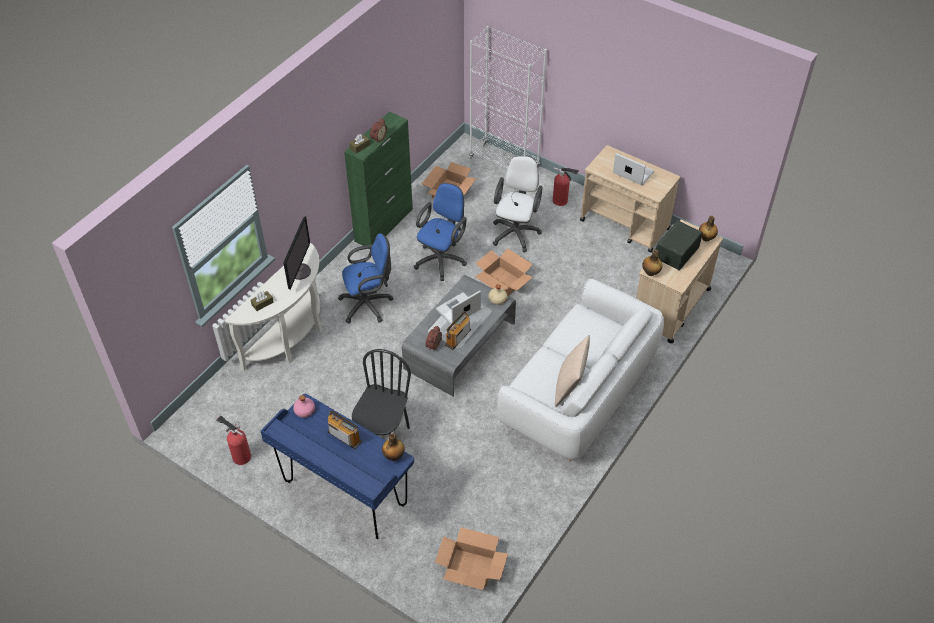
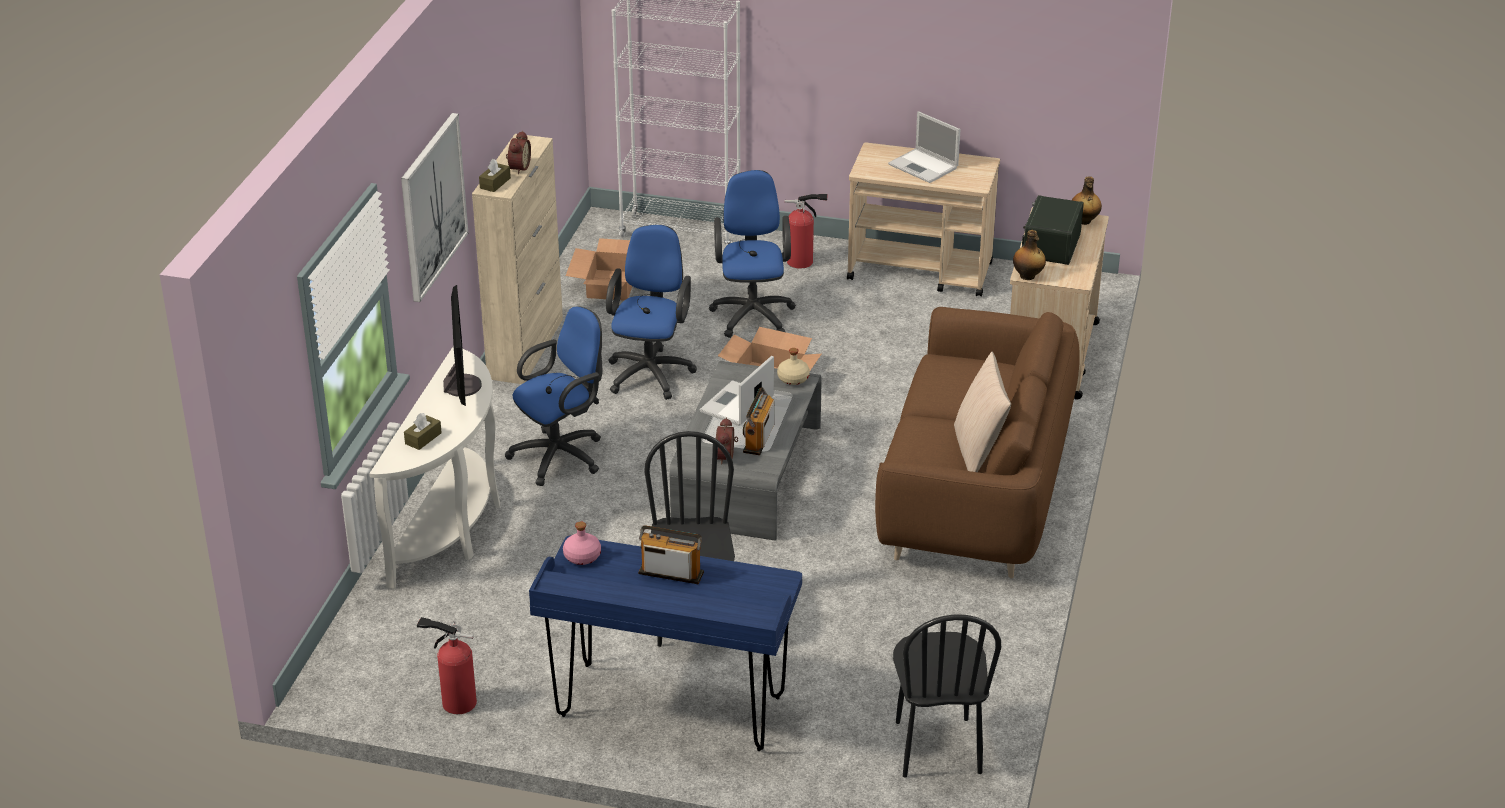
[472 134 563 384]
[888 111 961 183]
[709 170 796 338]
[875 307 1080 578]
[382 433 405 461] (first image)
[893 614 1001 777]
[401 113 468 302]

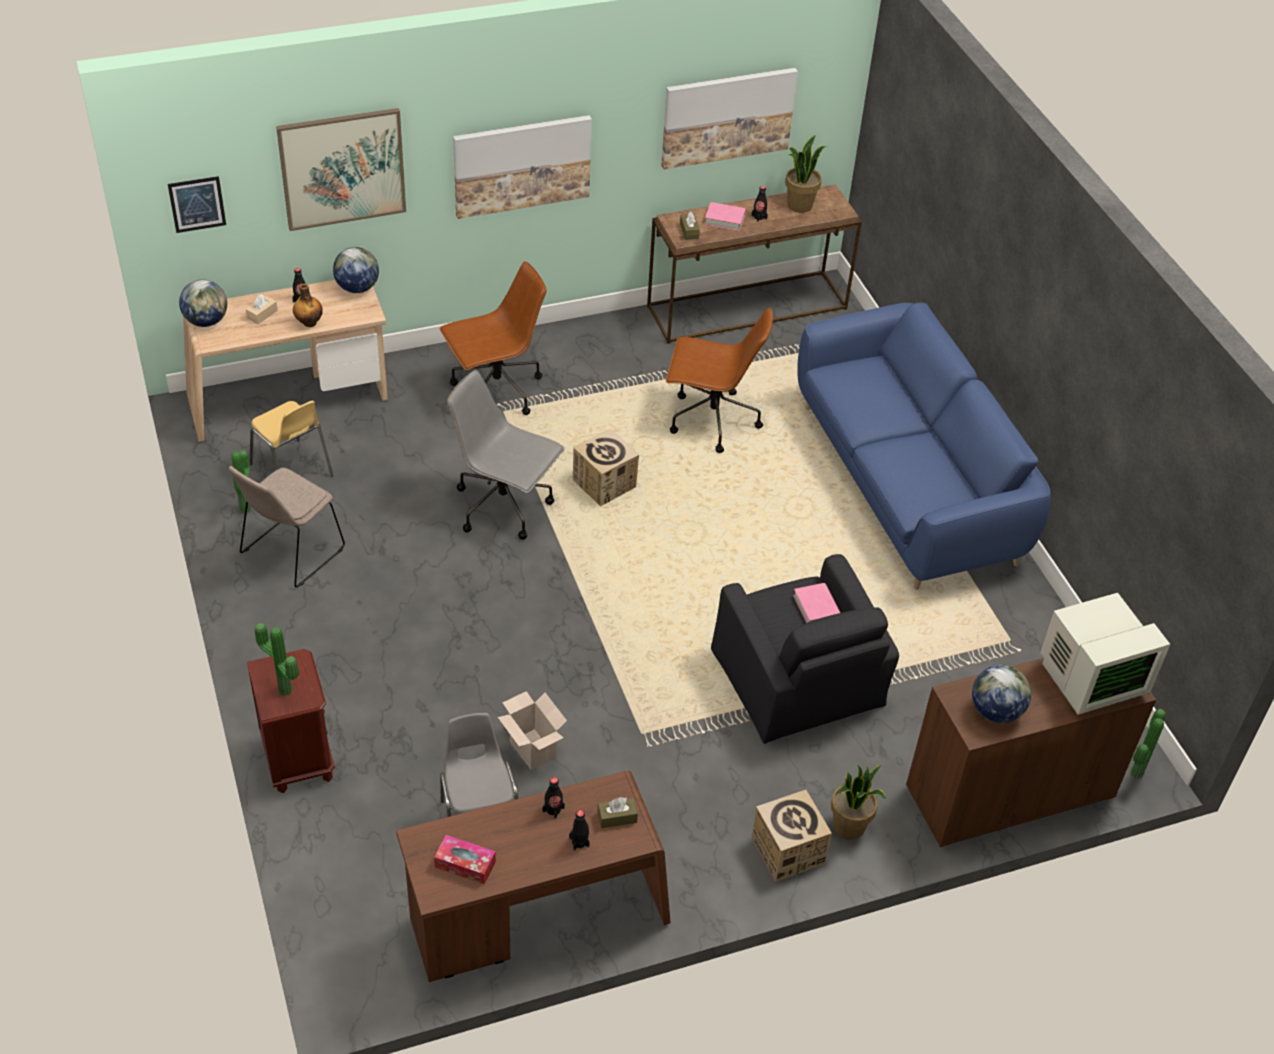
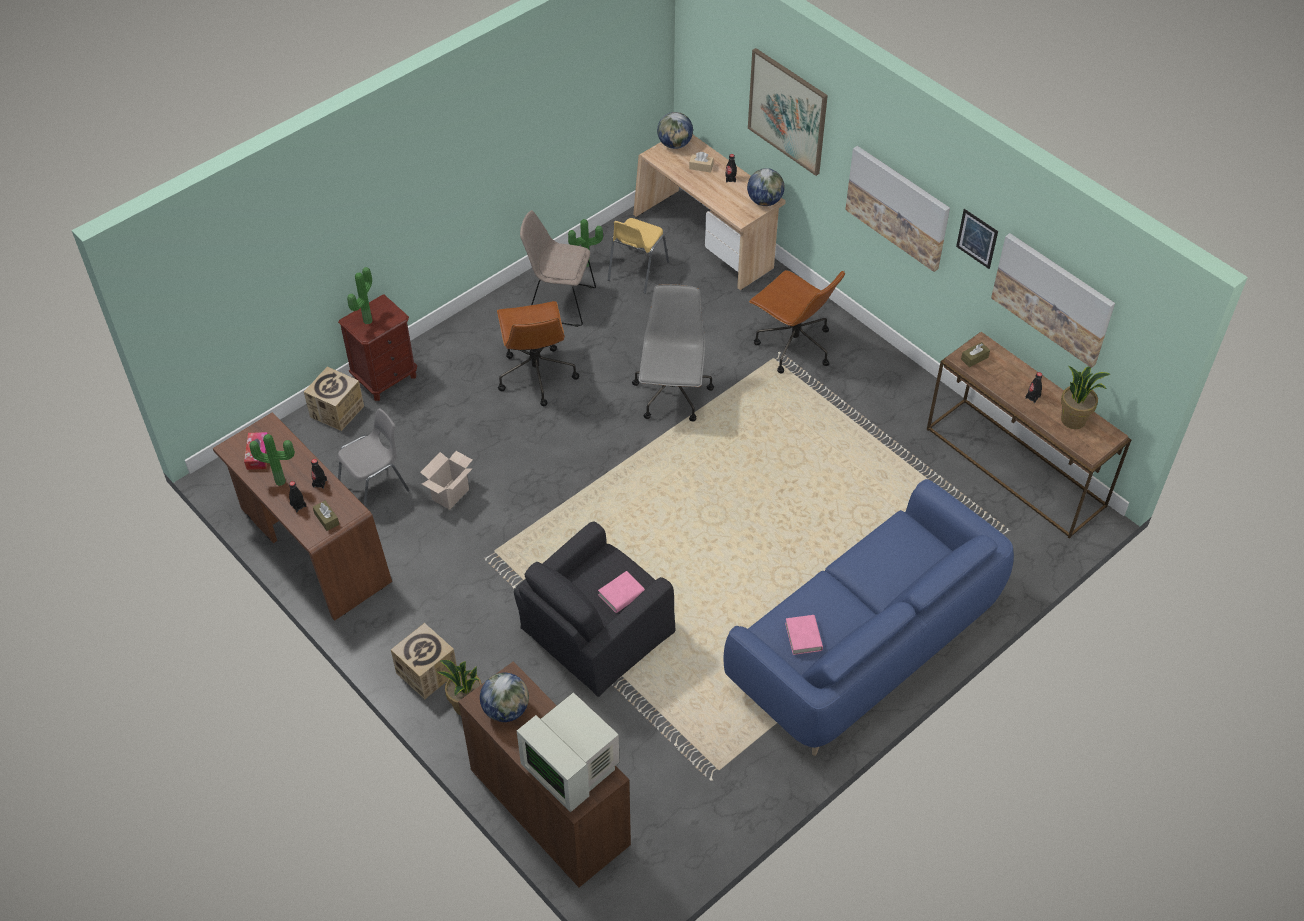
[956 209 998 269]
[785 615 823 655]
[293 284 323 327] (first image)
[497 301 579 407]
[304 367 364 431]
[249 434 295 486]

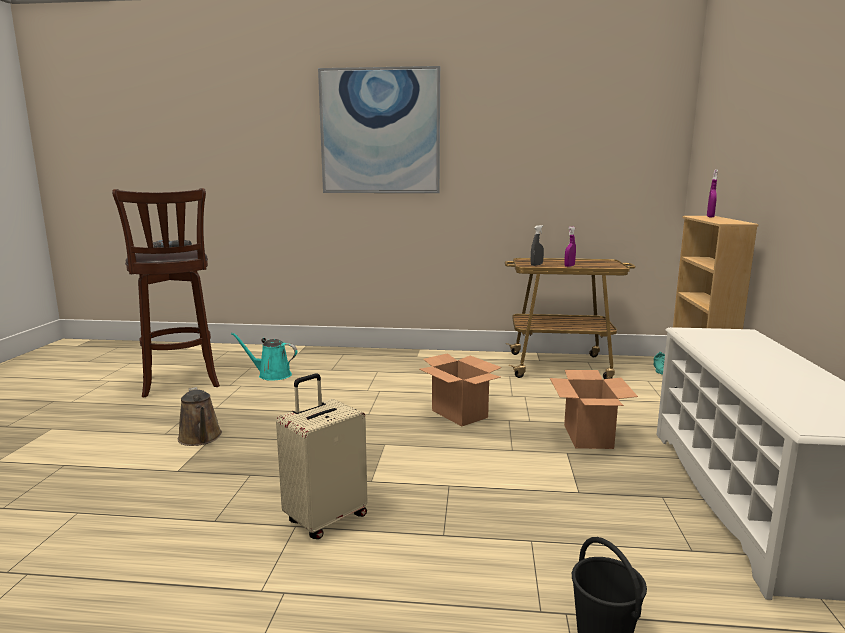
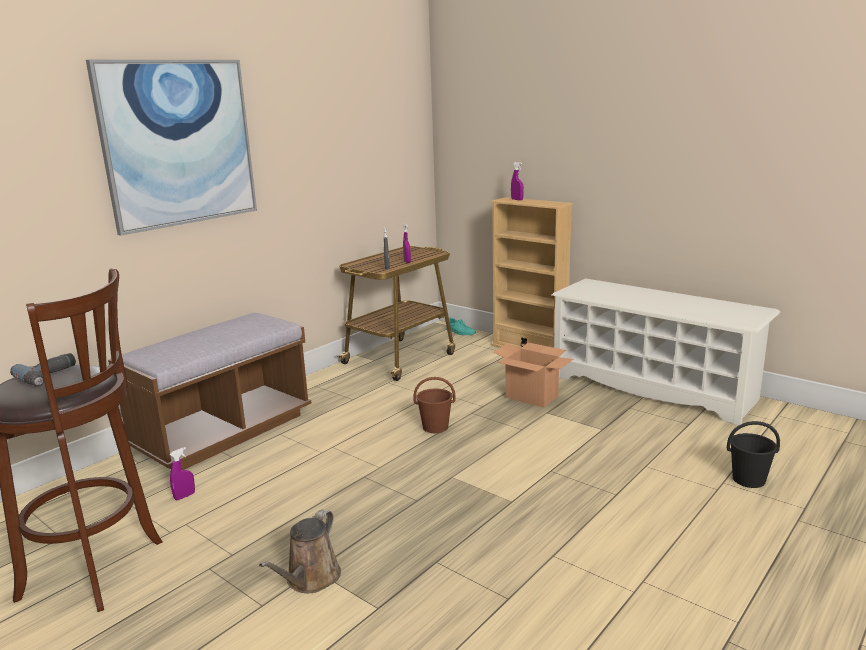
[170 447 195 500]
[413 377 456 433]
[276 373 368 539] (first image)
[259 510 341 593]
[108 313 311 470]

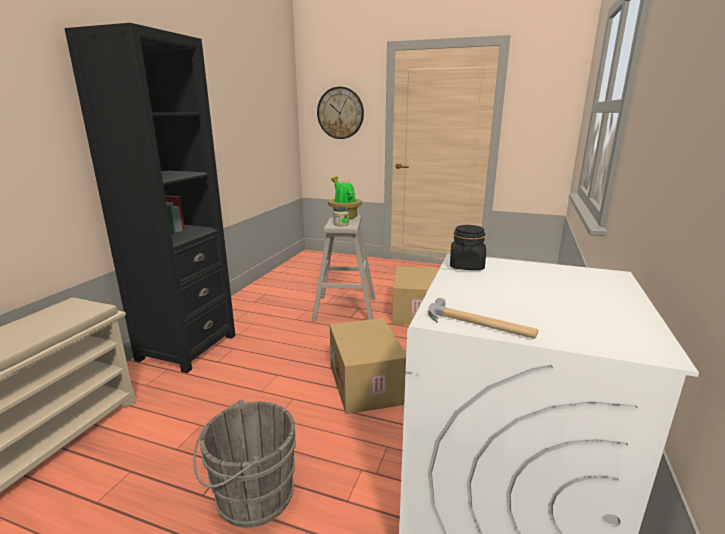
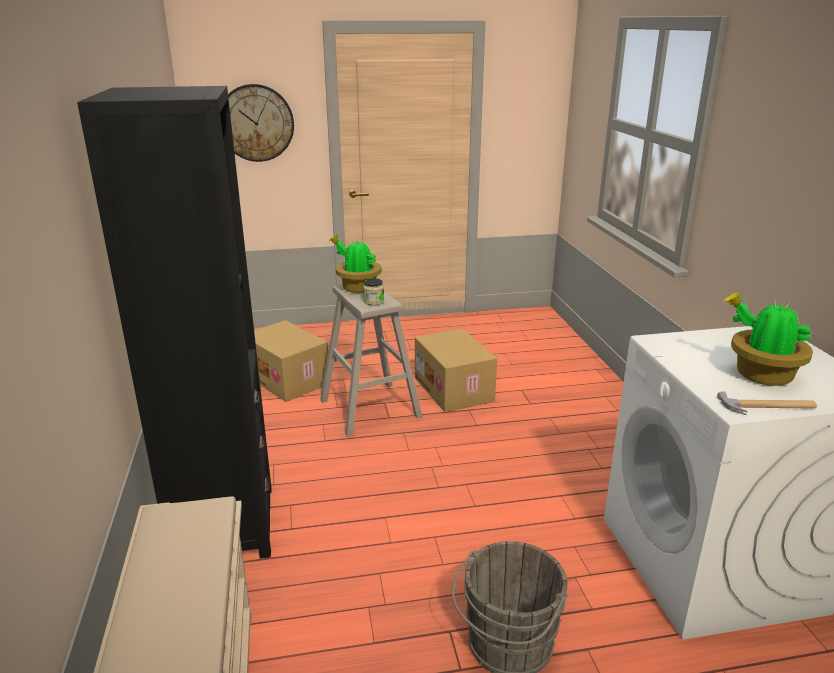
[450 225 486 270] (first image)
[254 320 328 402]
[724 292 815 386]

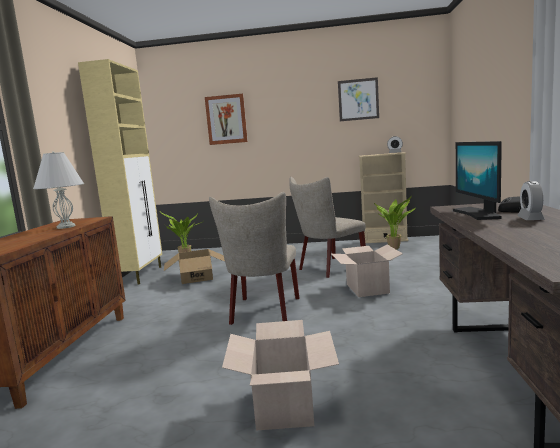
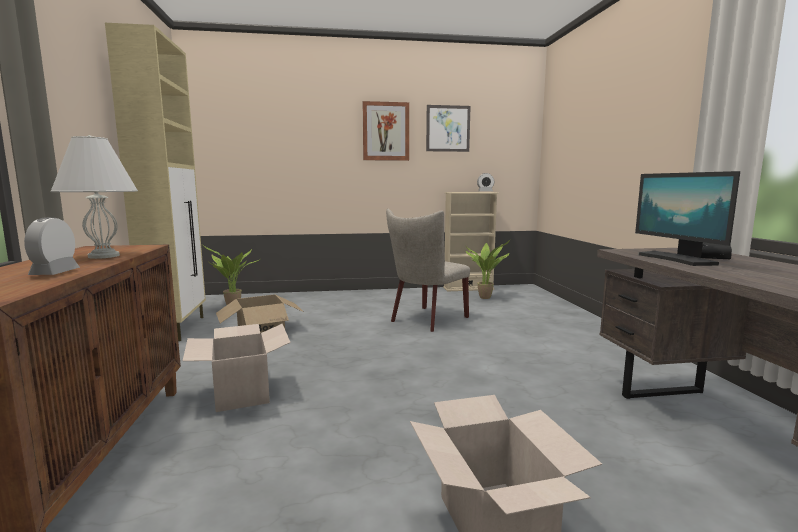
[363 101 409 161]
[24 217 80 275]
[209 192 299 325] (first image)
[183 324 291 412]

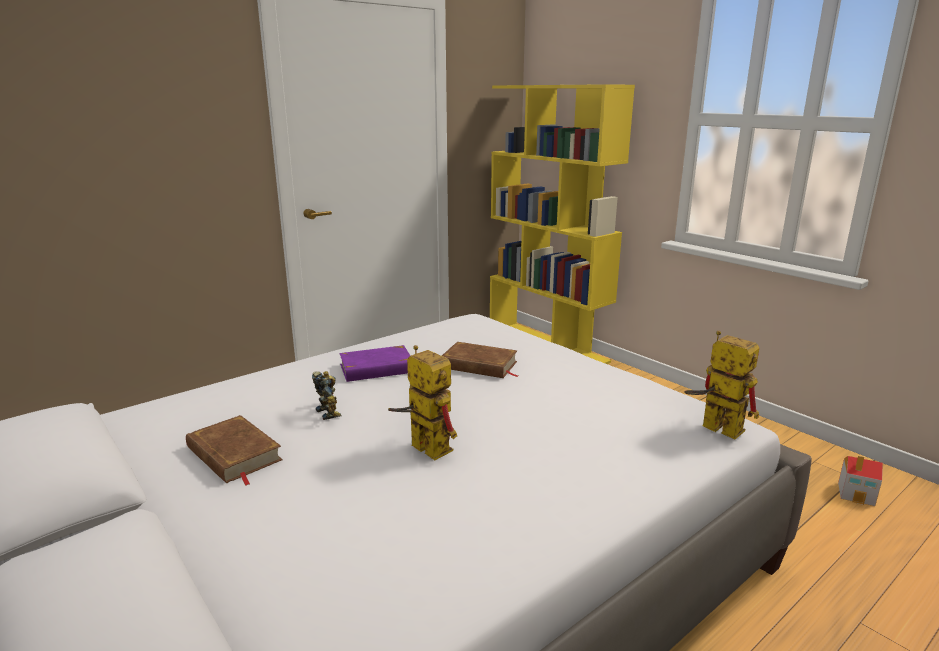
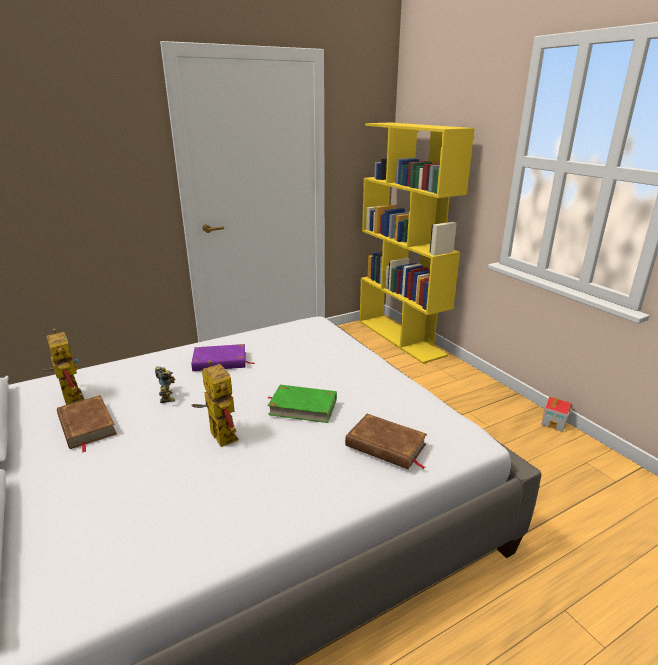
[42 329 84 405]
[345 414 427 470]
[541 397 572 432]
[268 385 337 423]

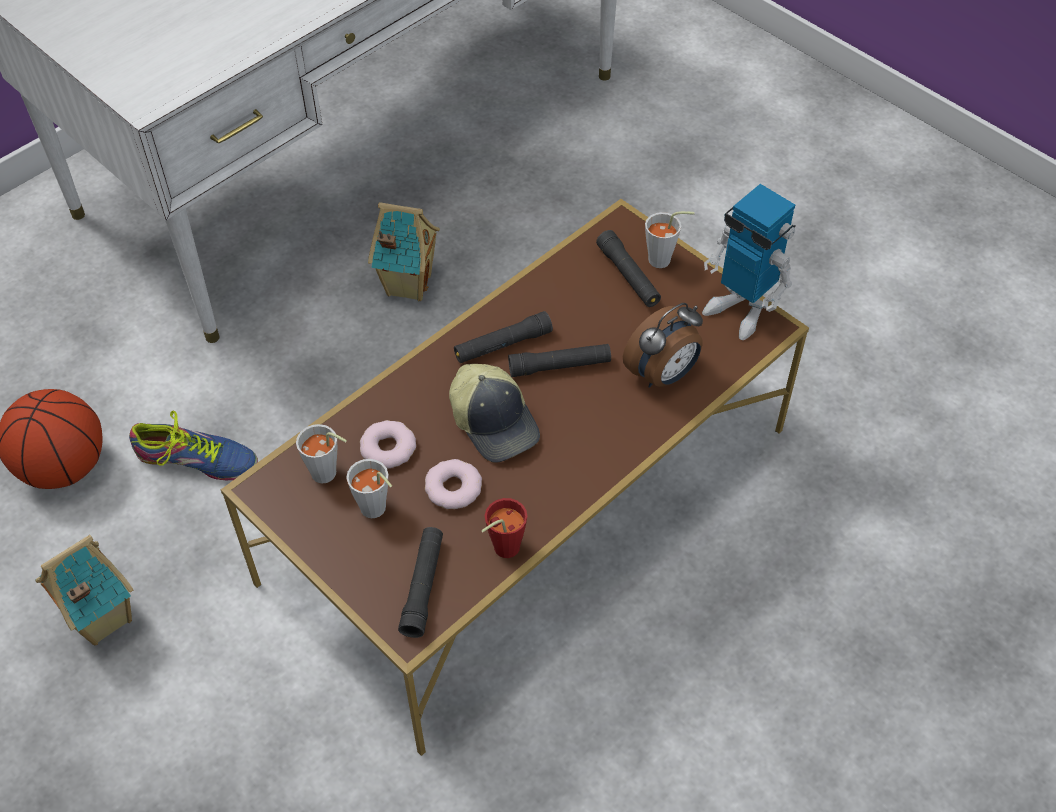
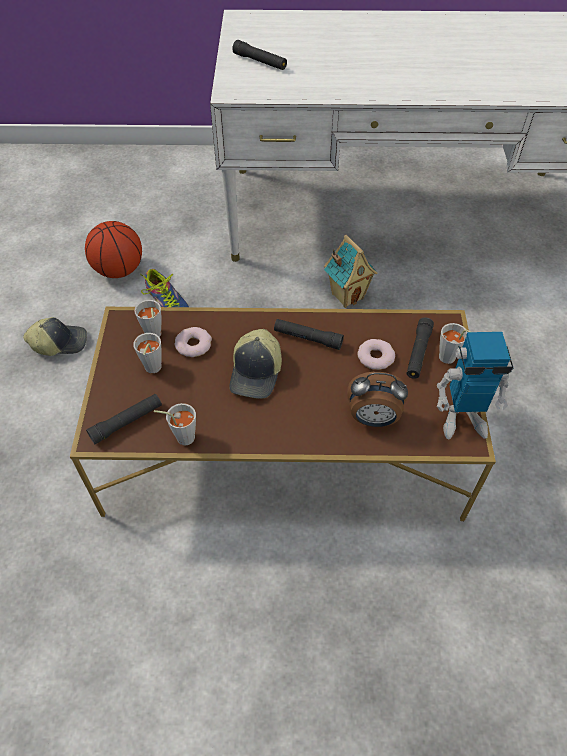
[437 332 513 439]
[232 40 287 70]
[357 339 395 370]
[154 403 196 446]
[23 317 87 356]

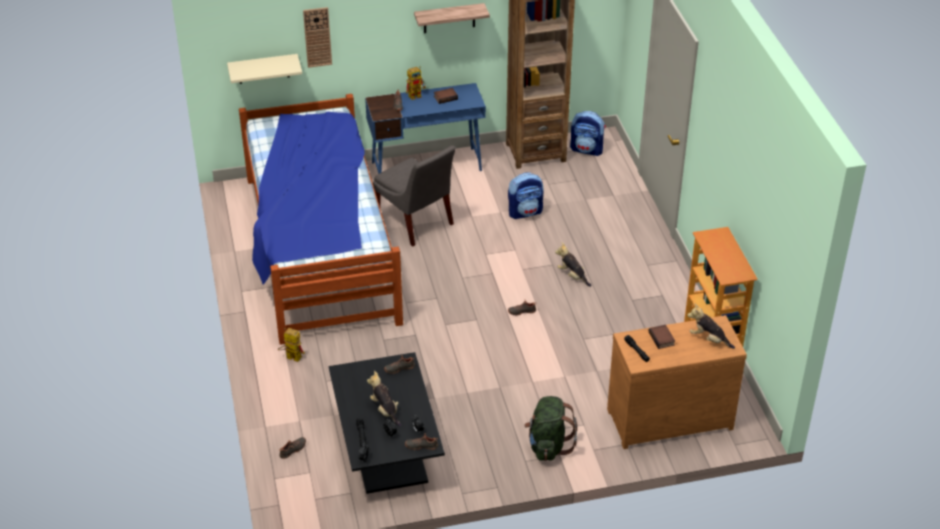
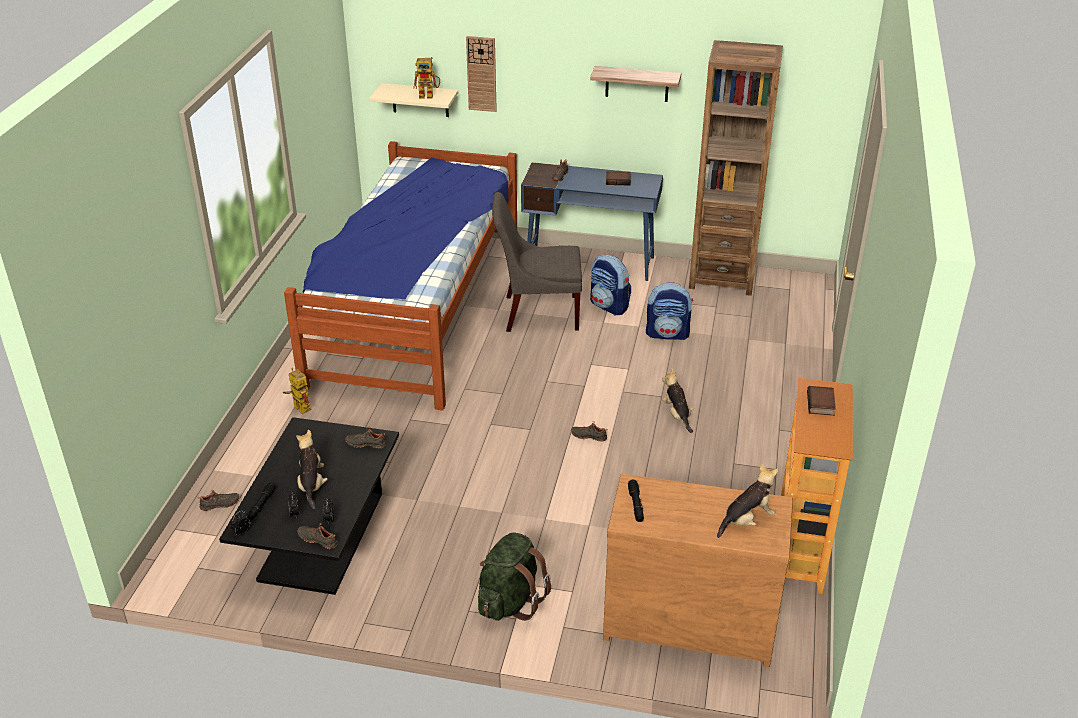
[413 57 440 99]
[590 255 631 315]
[492 192 582 332]
[717 464 778 538]
[807 386 836 416]

